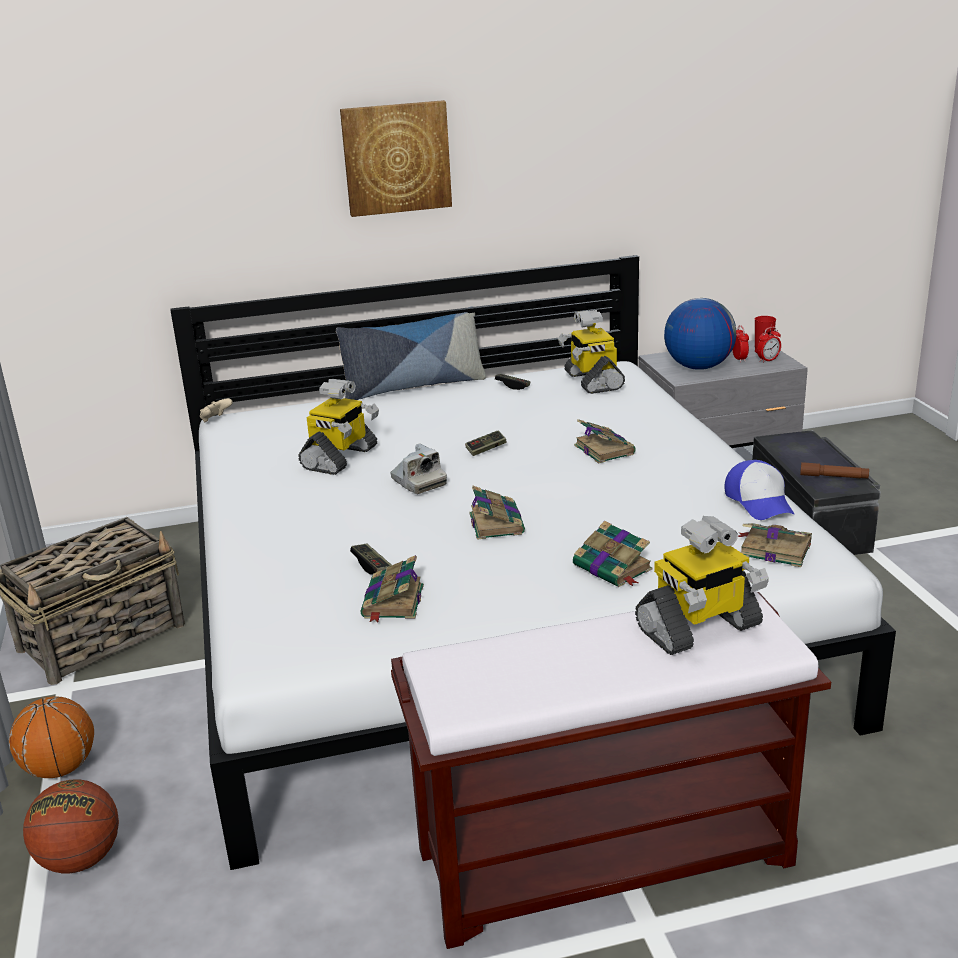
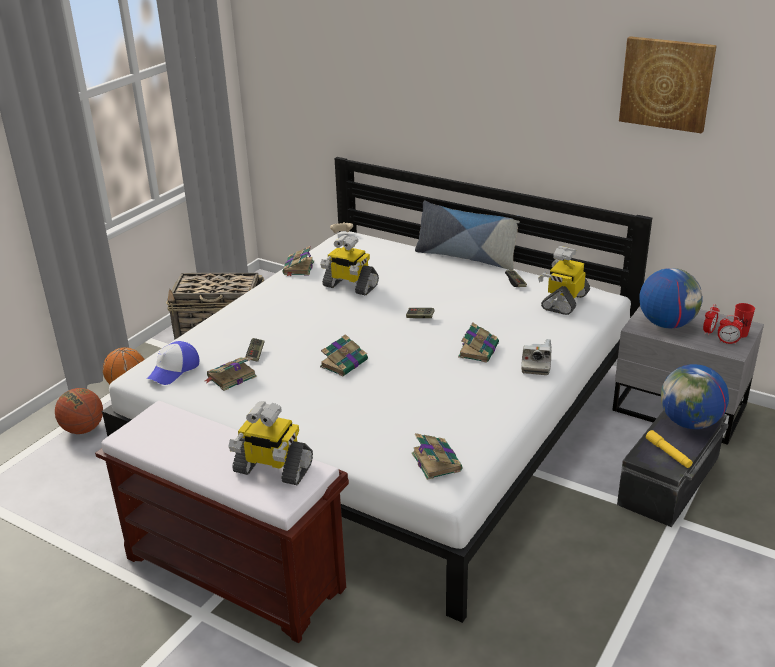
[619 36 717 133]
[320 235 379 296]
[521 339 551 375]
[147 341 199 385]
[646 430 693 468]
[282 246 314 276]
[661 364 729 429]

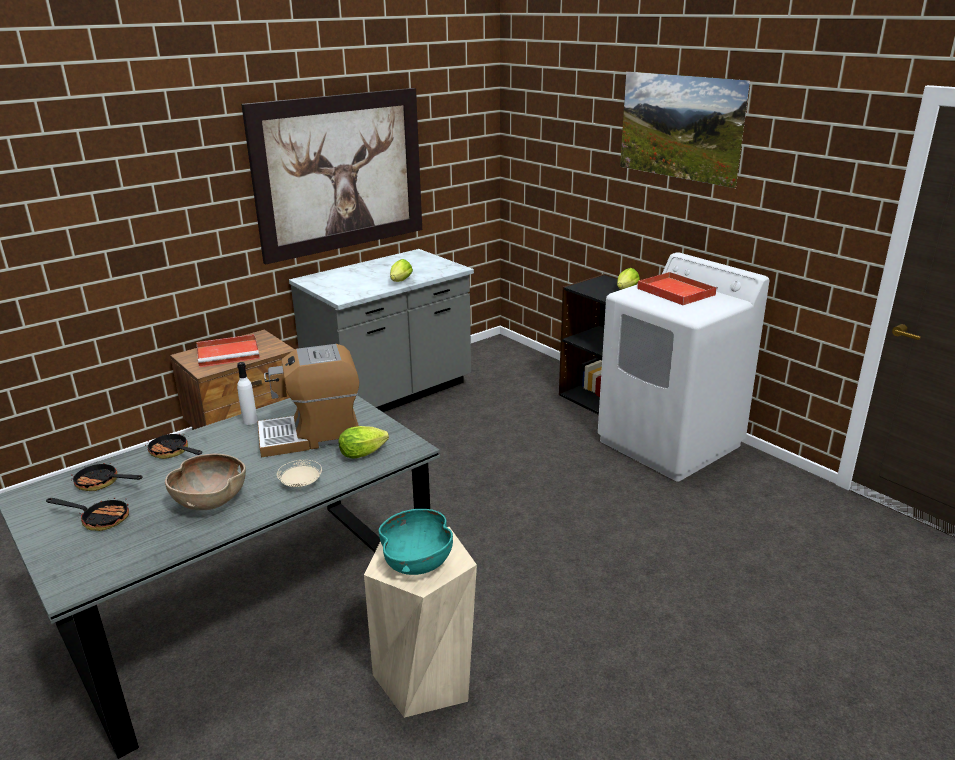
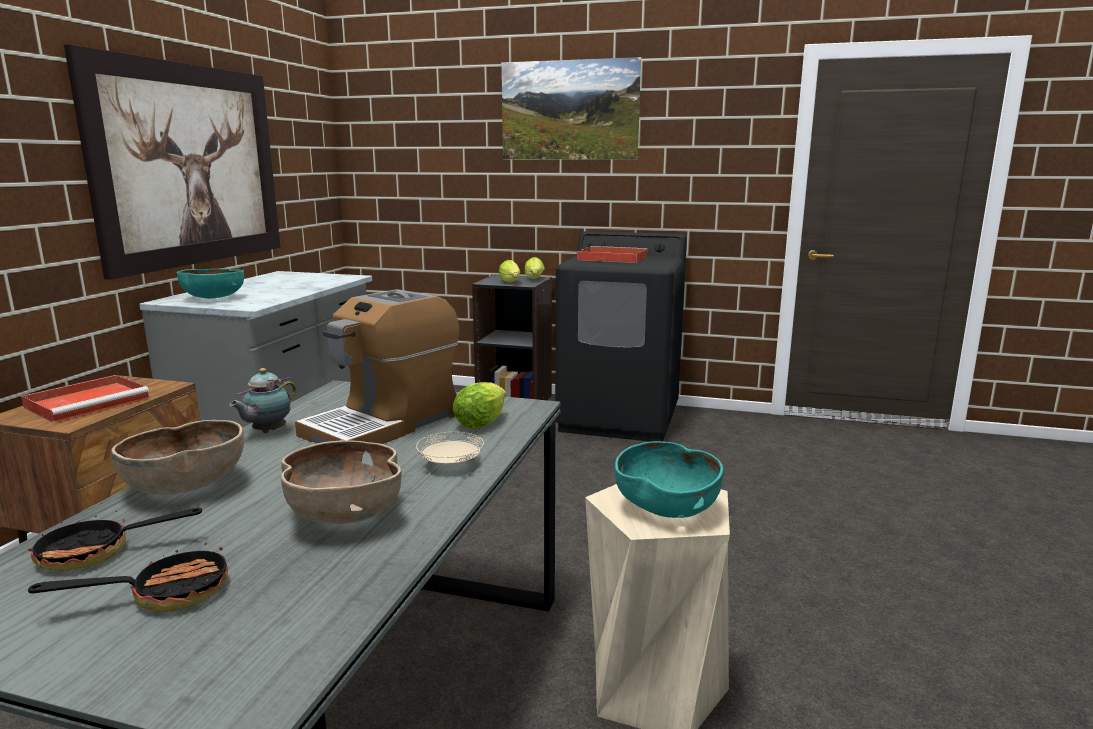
[555 231 687 442]
[499 260 520 282]
[229 368 296 433]
[111 420 244 495]
[177 269 244 299]

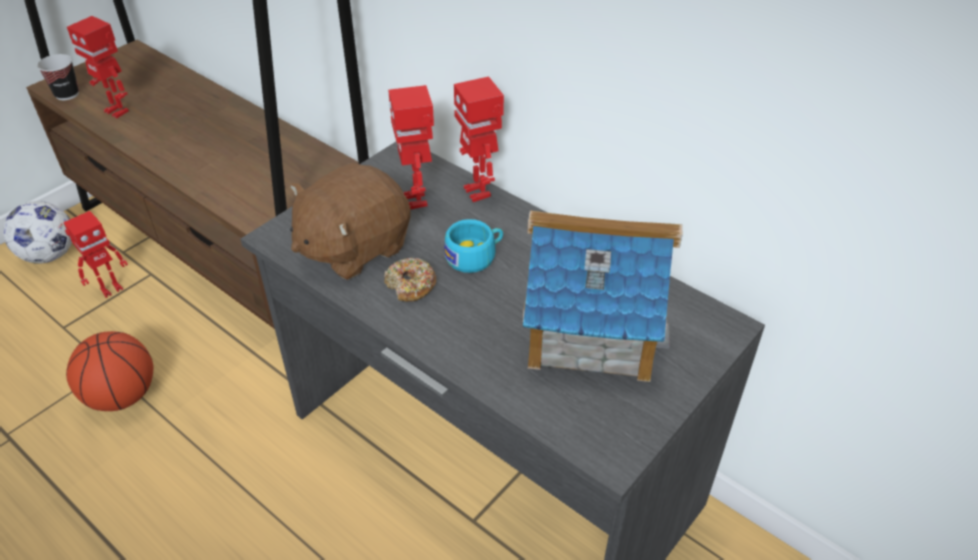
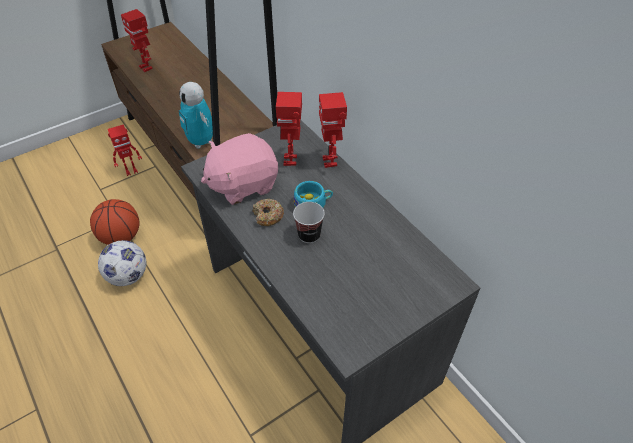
[293 202 325 243]
[201 133 278 205]
[98 240 147 286]
[523 211 682 382] (first image)
[179 82 213 149]

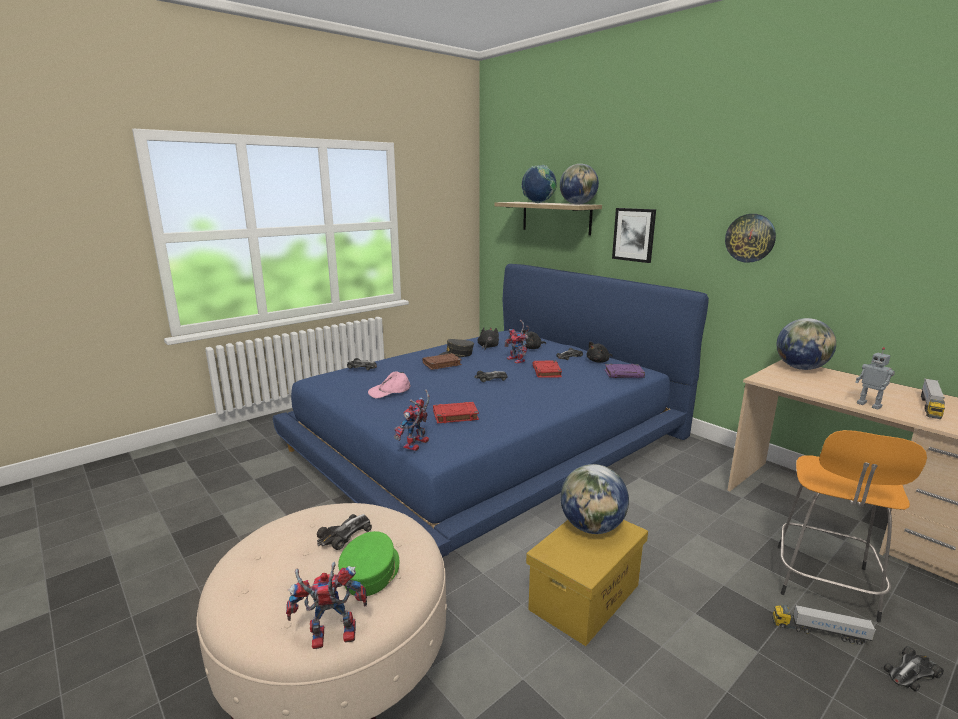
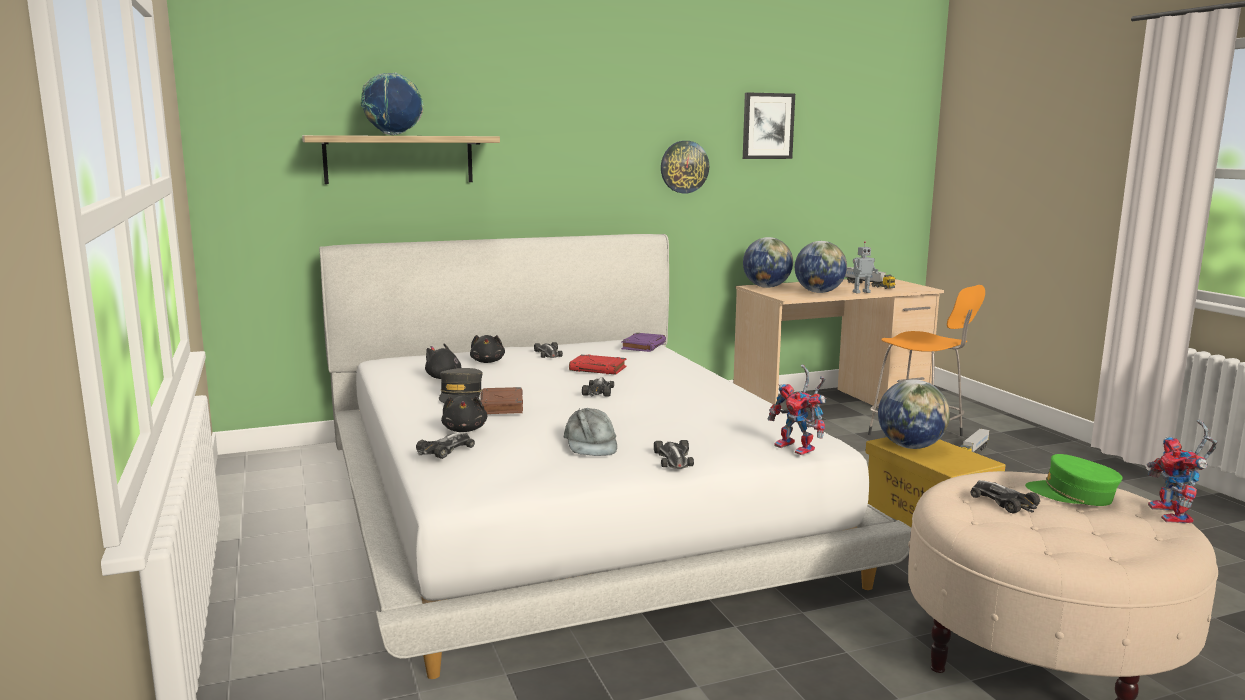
[795 241 847 293]
[743 92 795 159]
[319 234 911 679]
[504 320 529 364] (first image)
[441 395 487 432]
[564 408 617 456]
[433 402 479 423] (first image)
[654 440 694 469]

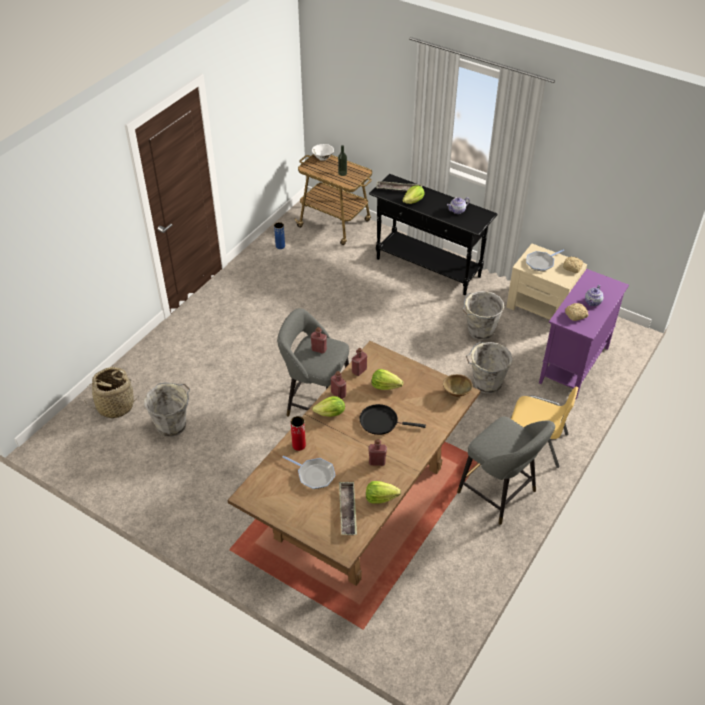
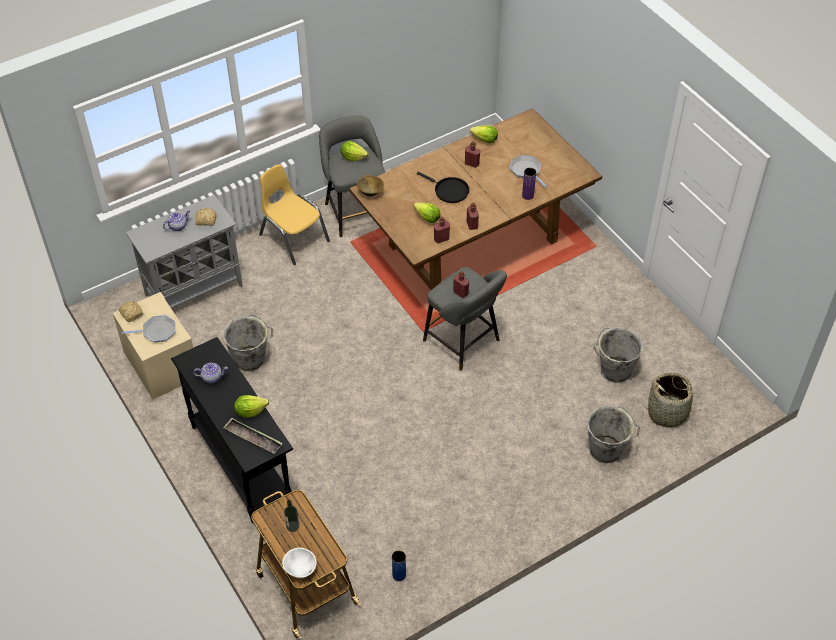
[126 195 243 308]
[587 406 640 463]
[341 141 369 161]
[522 168 536 200]
[339 482 357 535] (first image)

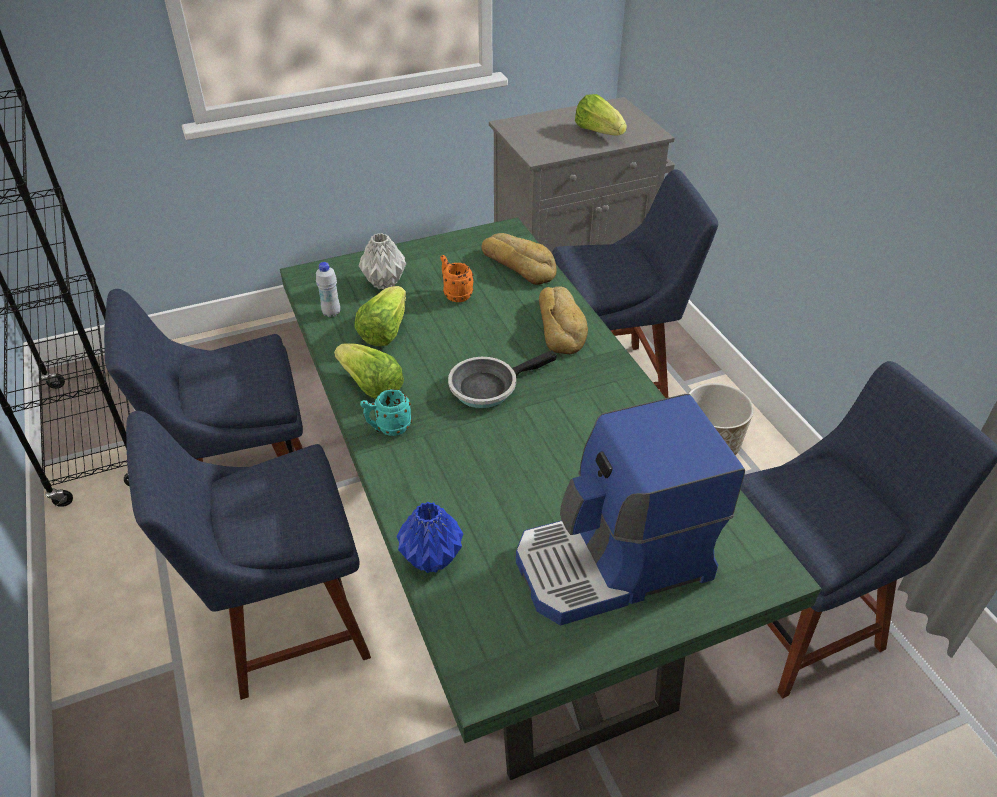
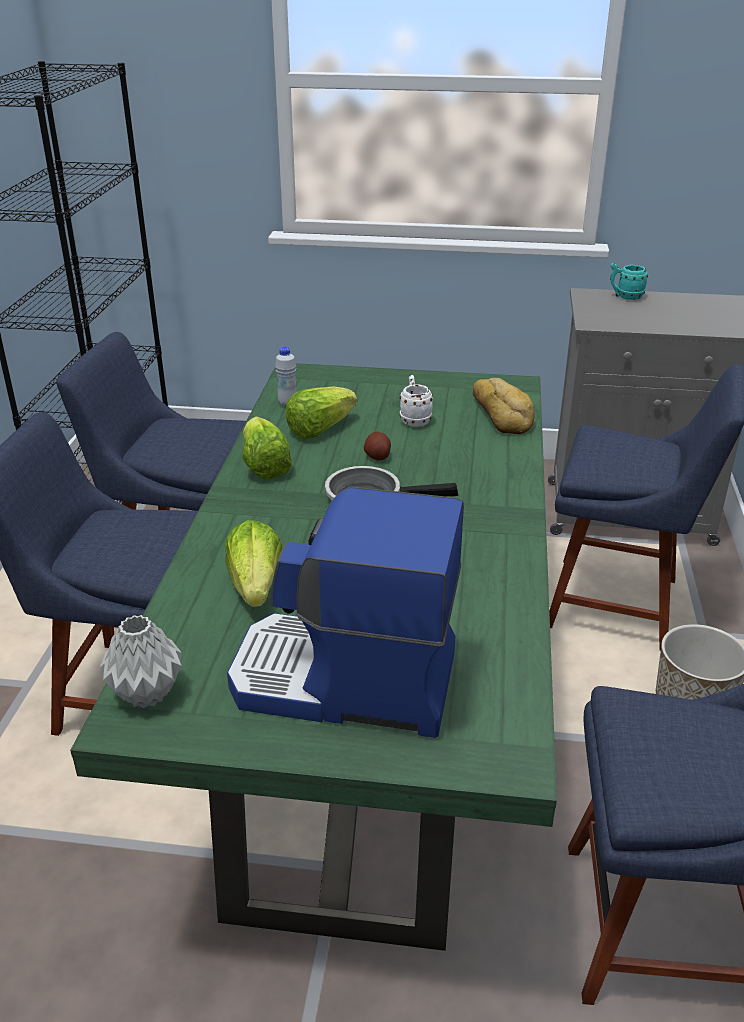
[225 520 283 607]
[100 615 182 708]
[399 375 433 427]
[539 286 588 354] (first image)
[610 263 648 300]
[397 502 463 573] (first image)
[364 431 391 461]

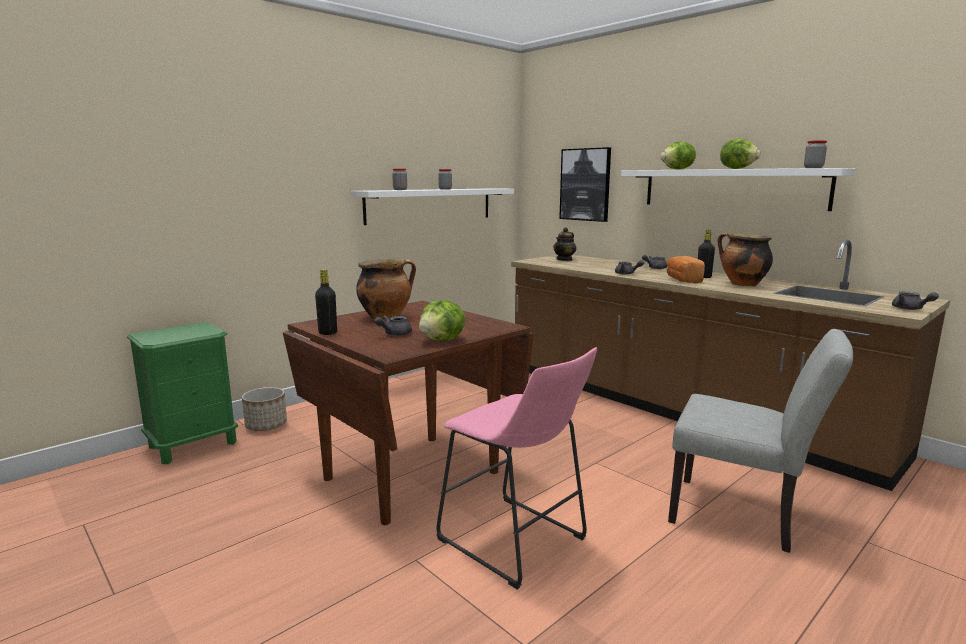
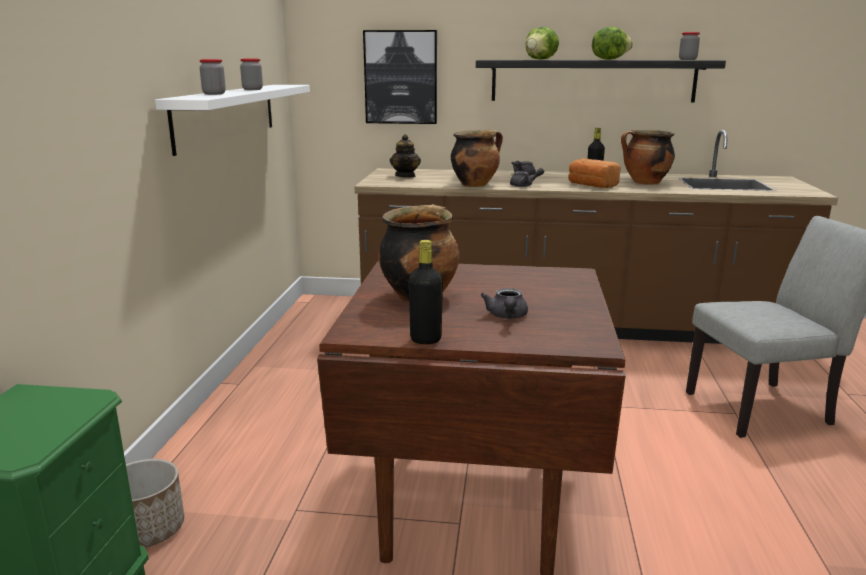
[476 60 726 102]
[892 292 939 310] (first image)
[419 300 466 341] (first image)
[437 347 597 589] (first image)
[451 130 503 187]

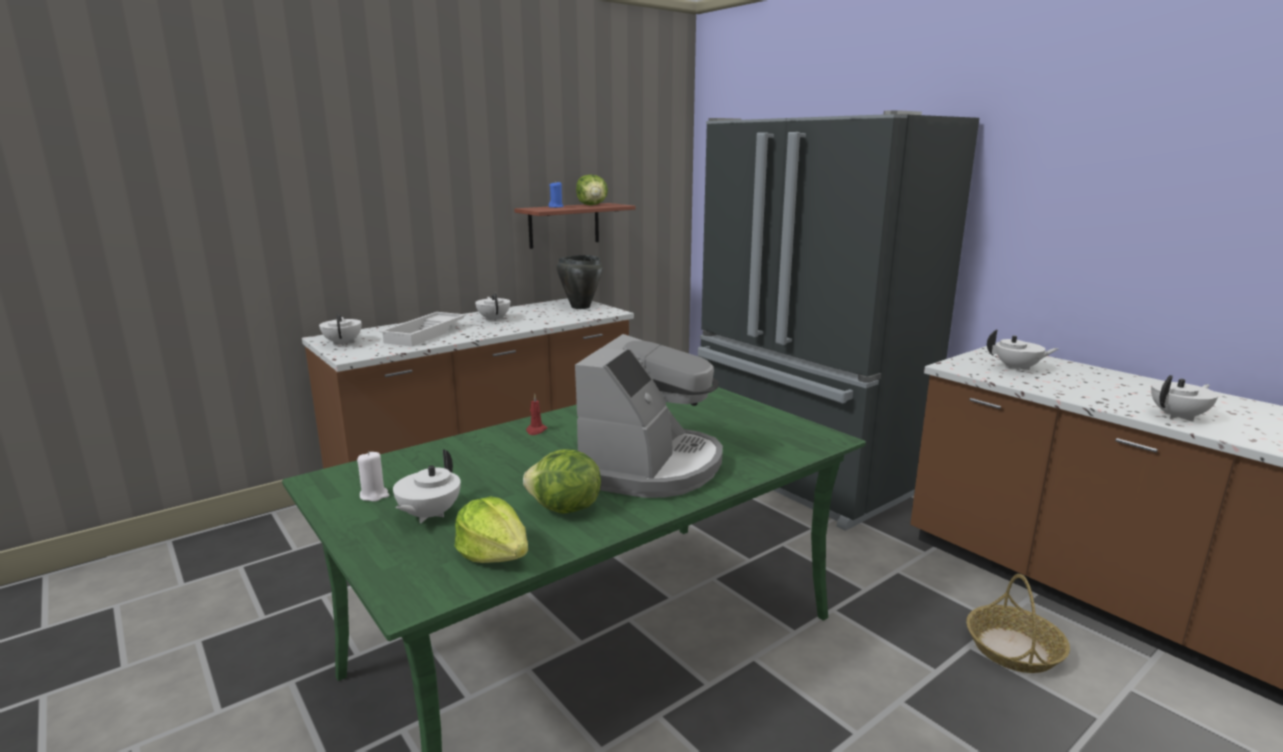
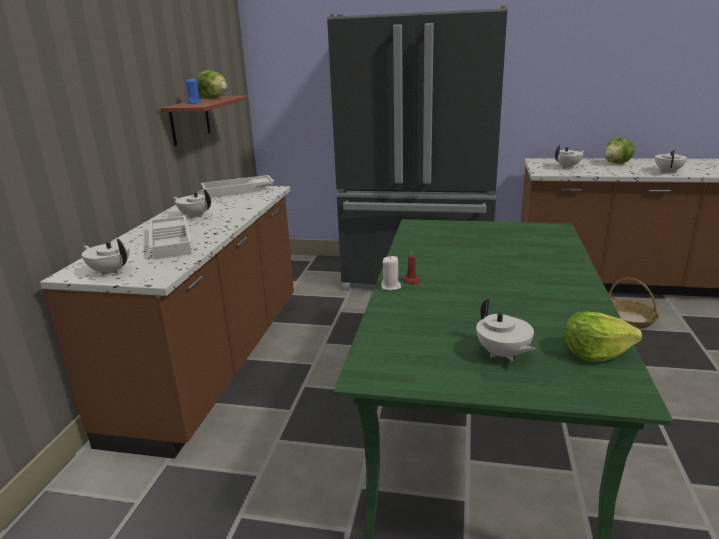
[201 175 274 198]
[575 334 723 498] (first image)
[605 138 635 163]
[381 256 401 291]

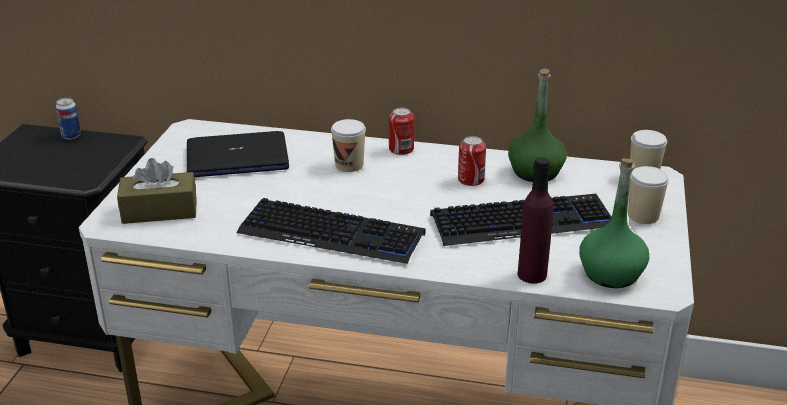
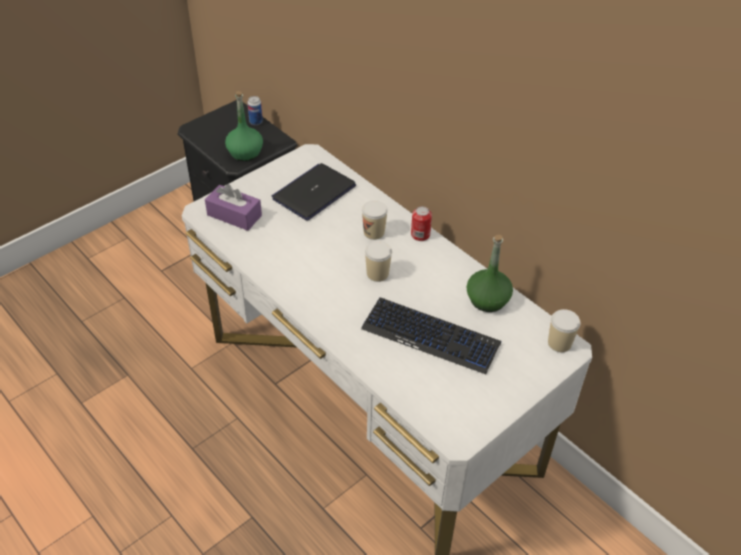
[272 163 356 221]
[458 136 486 186] (first image)
[517 157 553 284] (first image)
[205 184 262 231]
[225 91 263 161]
[365 241 392 282]
[237 198 426 264] (first image)

